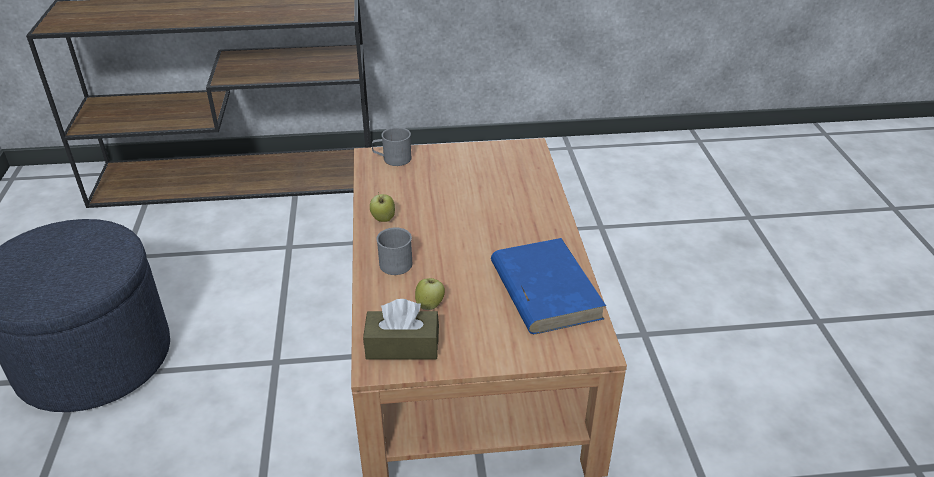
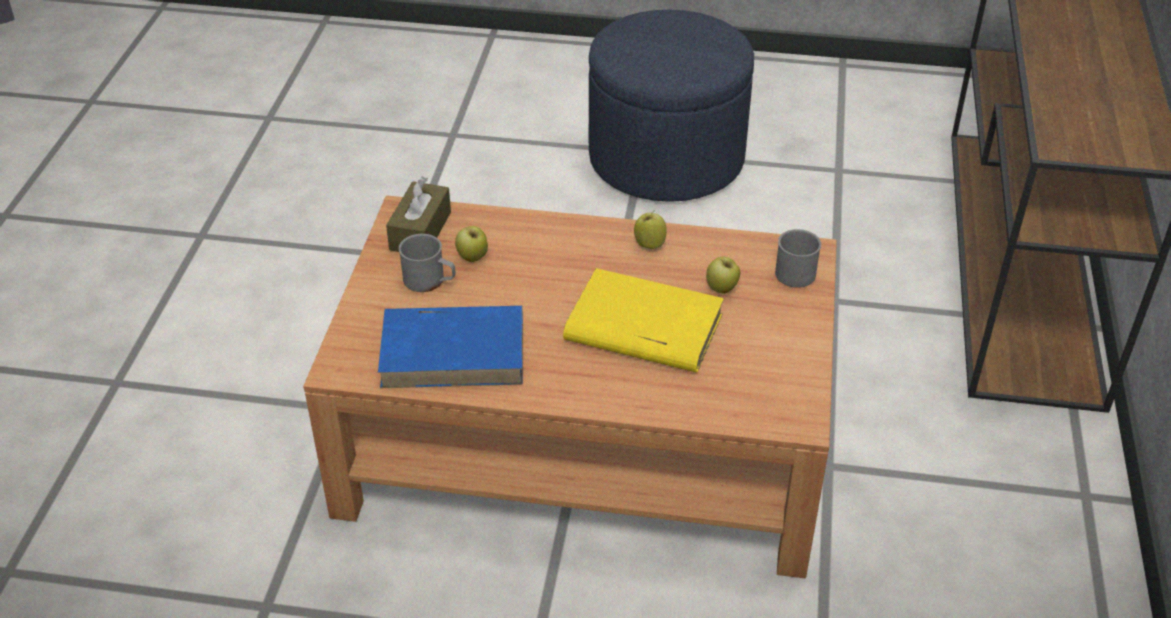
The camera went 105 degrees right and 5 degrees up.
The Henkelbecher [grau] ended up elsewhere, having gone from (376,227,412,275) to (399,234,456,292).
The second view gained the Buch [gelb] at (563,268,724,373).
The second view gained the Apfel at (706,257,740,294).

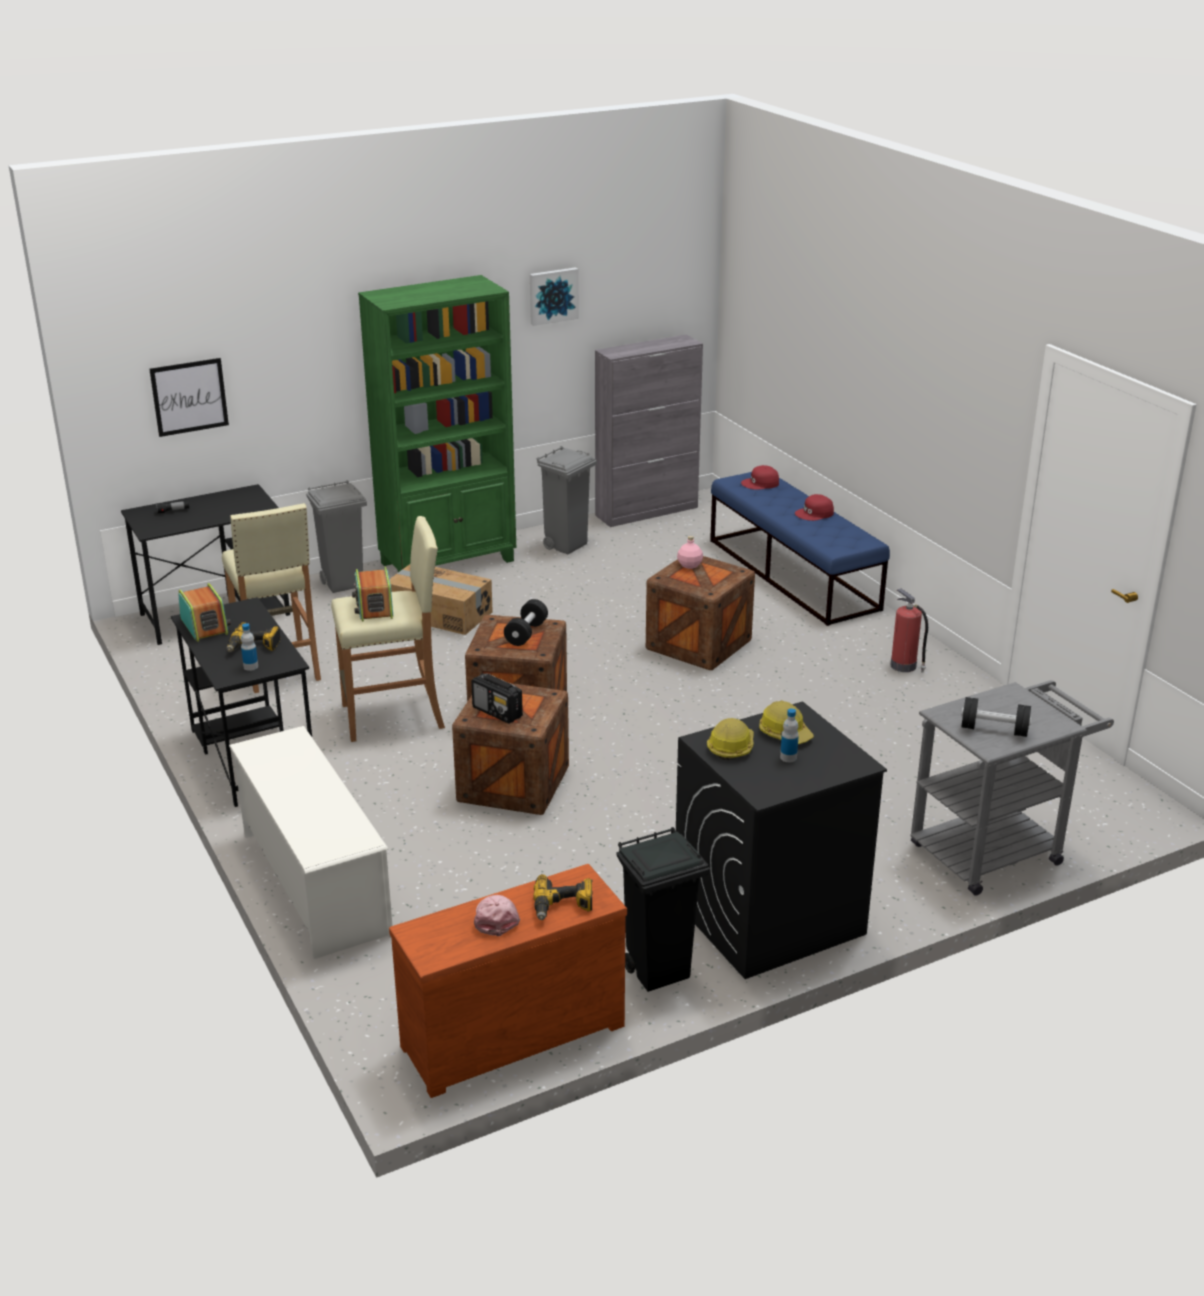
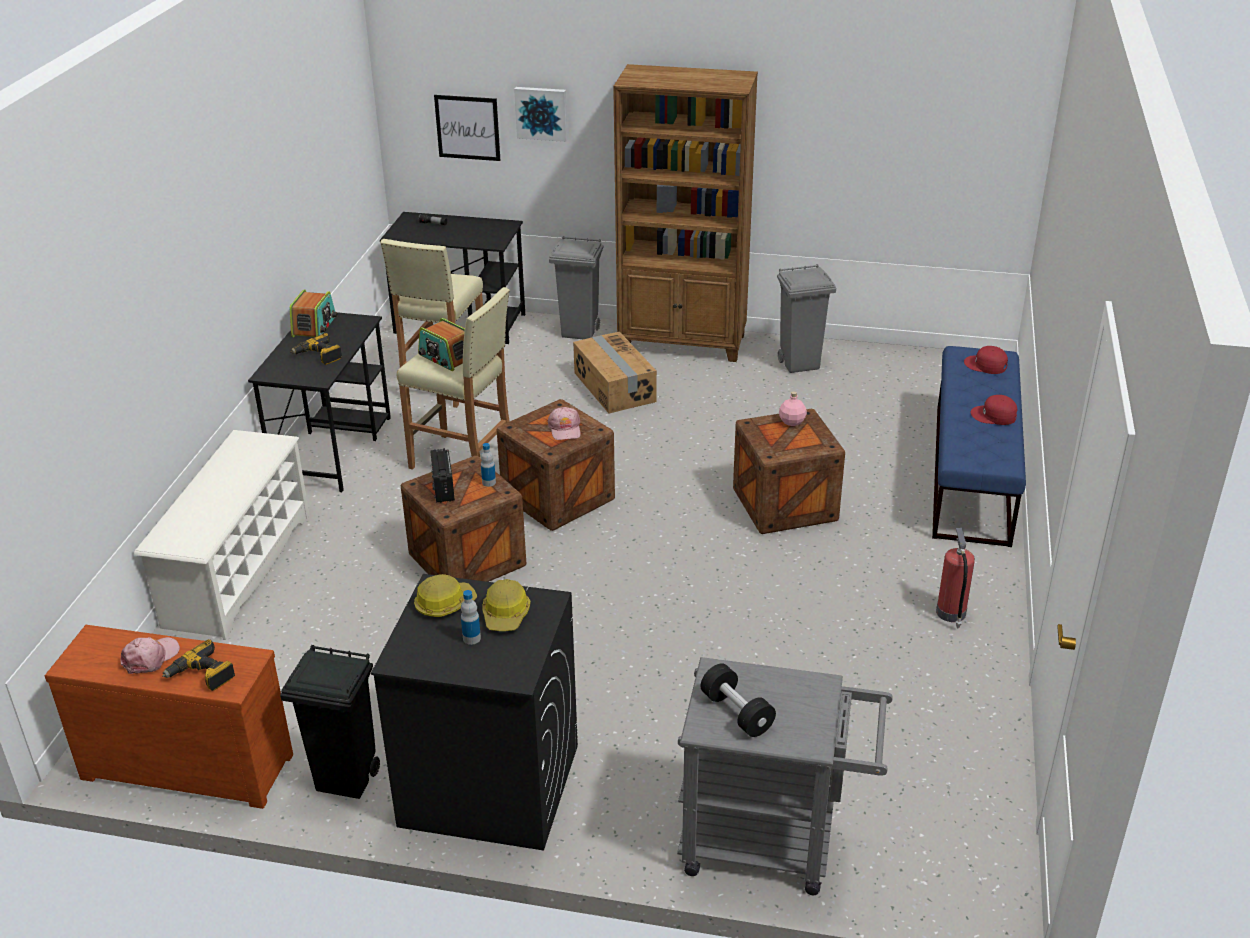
The camera went 40 degrees right and 5 degrees up.
The Flasche ended up elsewhere, having gone from (241,623,258,671) to (481,443,496,487).
The Radio at (352,567,393,622) ended up facing another way, 75 degrees counterclockwise from before.
What was the Bücherregal [grün] at (358,275,516,572) turned into the Bücherregal [braun] at (613,64,758,362).
Where the Hantel [schwarz] stood at (504,599,548,646), the Kappe [rosa] came to stand at (547,407,581,440).
The Bild ended up elsewhere, having gone from (530,267,579,326) to (514,87,568,142).
The second view lost the Schrank [grau] at (595,335,703,527).

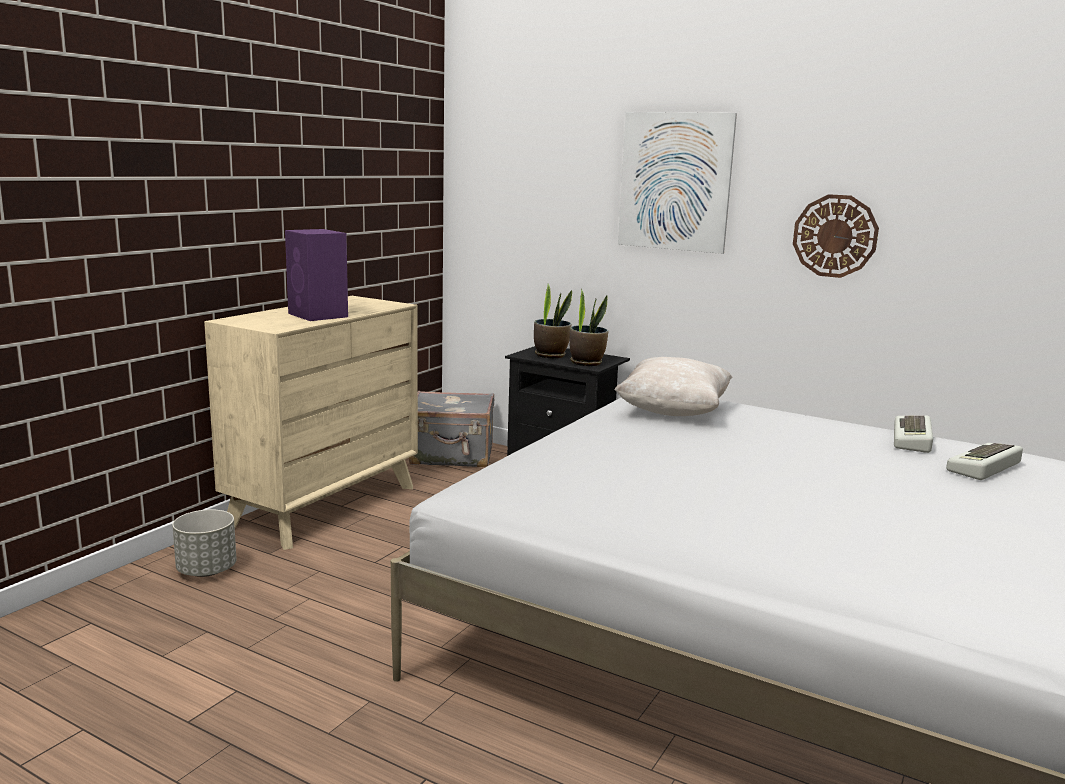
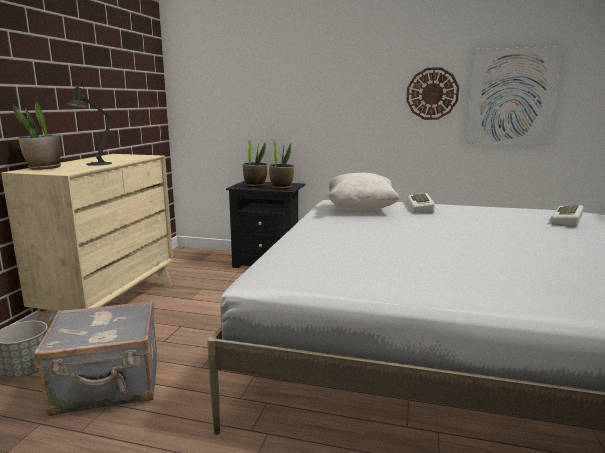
The camera went 15 degrees left and 0 degrees up.
Where the Lautsprecher [lila] stood at (285,229,348,321), the Tischlampe [schwarz] came to stand at (67,83,113,166).
The Koffer [grau] ended up elsewhere, having gone from (409,391,494,467) to (34,301,157,416).
The Bild ended up elsewhere, having gone from (618,112,737,254) to (466,47,563,145).
The Tastatur ended up elsewhere, having gone from (894,415,933,453) to (407,193,435,213).
The second view gained the Topfpflanze at (12,100,61,170).

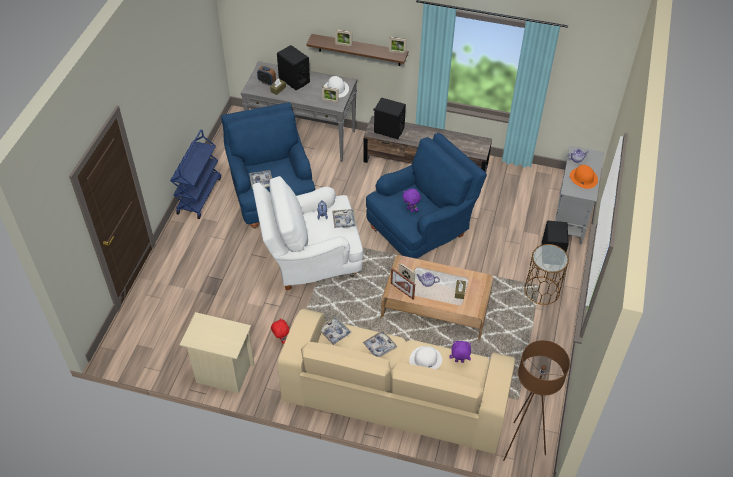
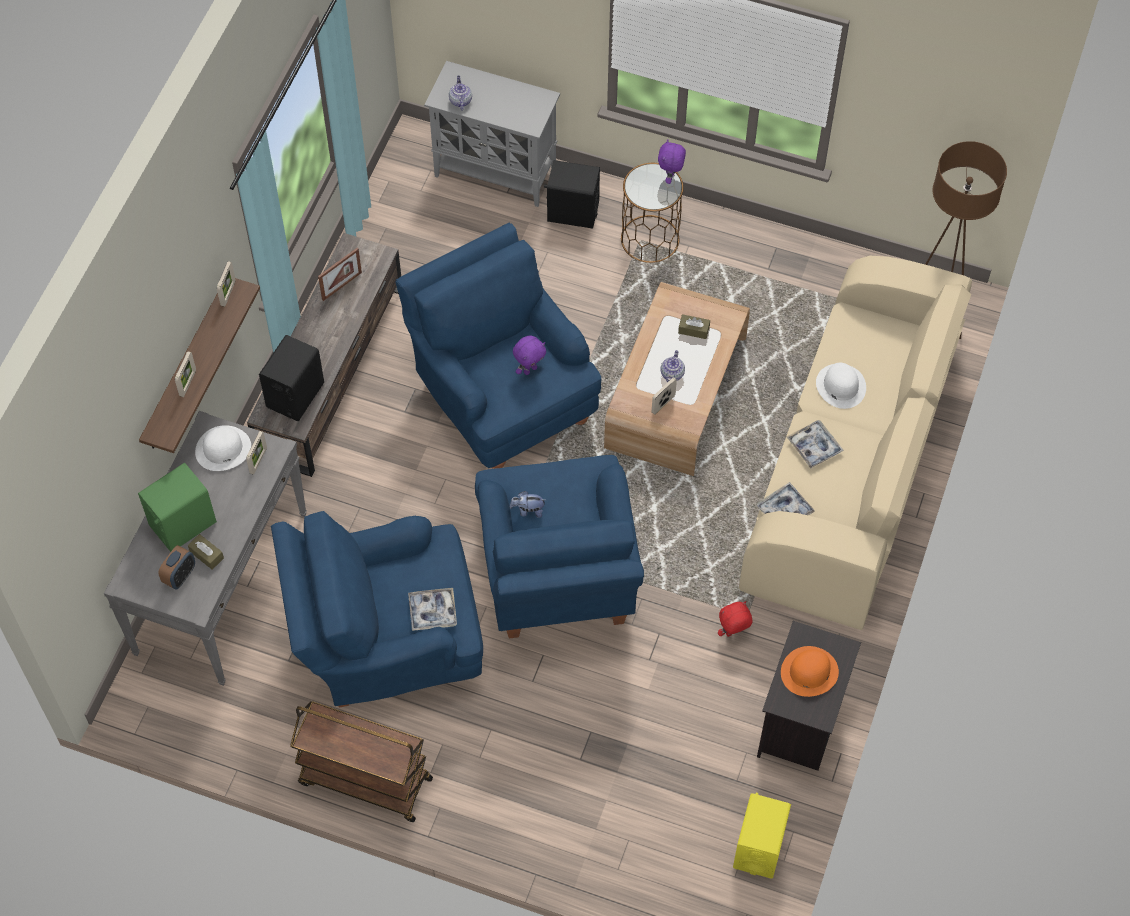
The camera went 85 degrees left and 10 degrees up.
What was the Rollwagen [blau] at (170,129,221,219) turned into the Rollwagen [braun] at (290,701,433,822).
What was the Nachttisch [beige] at (180,312,255,393) turned into the Nachttisch [schwarz] at (757,621,861,771).
What was the Sessel [weiß] at (252,176,363,290) turned into the Sessel [blau] at (475,455,644,639).
What was the Lautsprecher [schwarz] at (277,45,310,90) turned into the Lautsprecher [grün] at (138,463,217,552).
The second view lost the Tablett at (332,209,357,228).
The Bilderrahmen ended up elsewhere, having gone from (391,268,415,300) to (318,248,362,301).
The Plüschtier [lila] ended up elsewhere, having gone from (449,341,471,363) to (658,139,686,184).
The Hut [orange] ended up elsewhere, having gone from (570,165,598,189) to (781,646,839,697).
The second view gained the Lautsprecher [gelb] at (733,793,791,878).

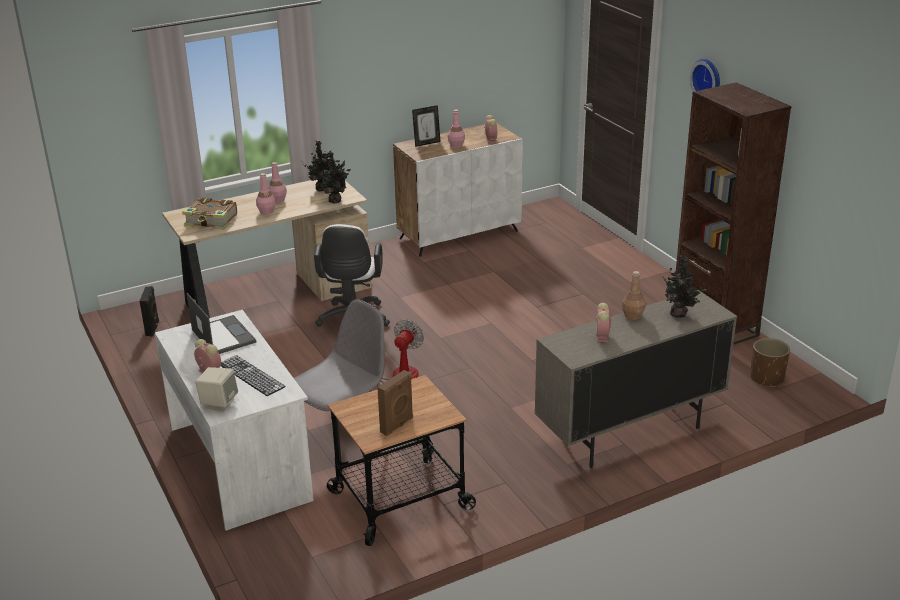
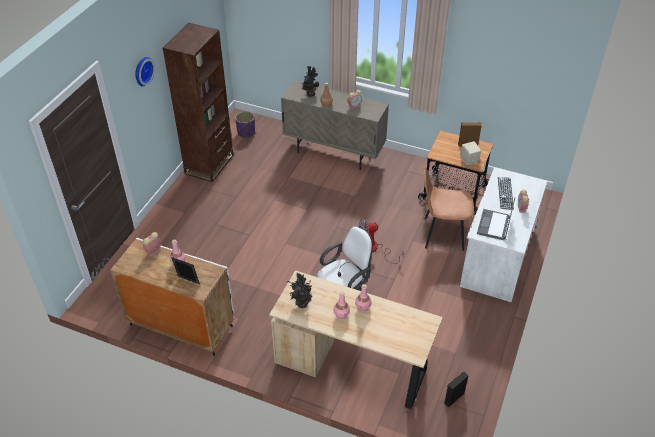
The camera went 130 degrees left and 15 degrees up.
The second view lost the Buch at (182,198,237,230).
The Lautsprecher [beige] ended up elsewhere, having gone from (195,367,238,413) to (460,141,481,165).
What was the Stuhl [grau] at (294,299,385,473) turned into the Stuhl [braun] at (424,166,474,251).
The second view lost the Topfpflanze at (317,152,351,203).
What was the Pflanzkübel [braun] at (750,338,790,387) turned into the Pflanzkübel [lila] at (235,111,255,138).

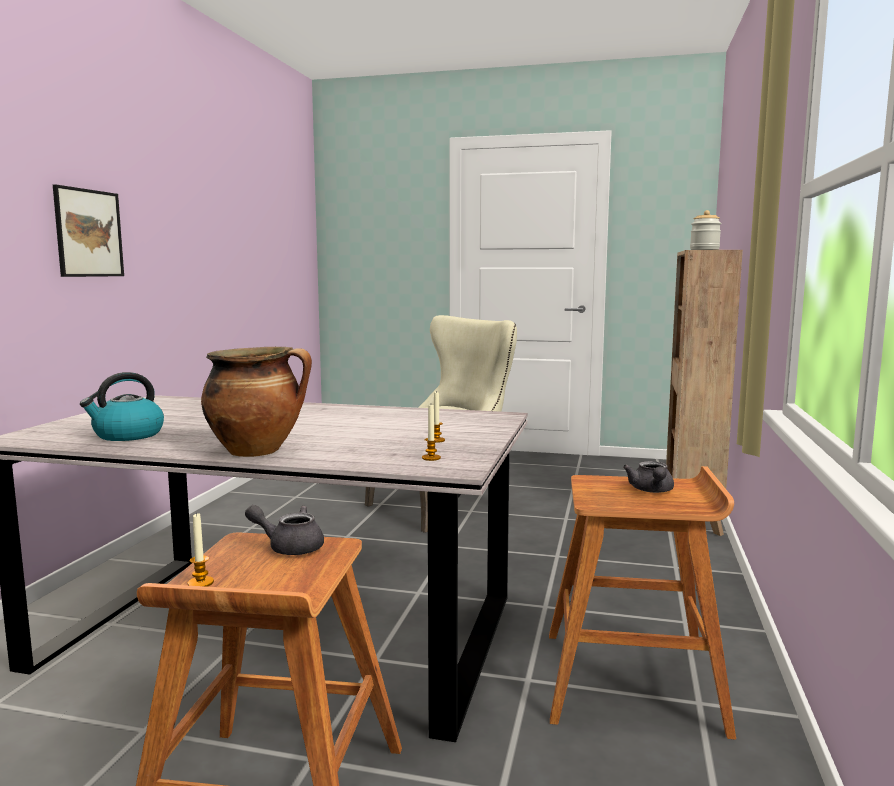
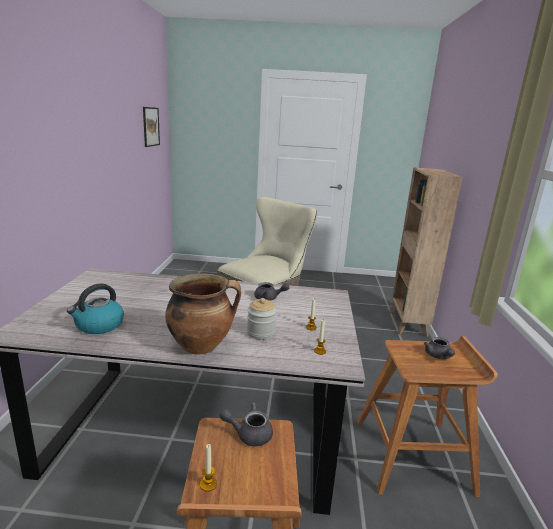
The camera went 10 degrees left and 10 degrees up.
The Bild ended up elsewhere, having gone from (53,185,124,277) to (143,107,160,147).
The Vorratsglas ended up elsewhere, having gone from (690,210,721,250) to (247,298,276,340).
The second view gained the Teekanne [grau] at (254,282,289,301).

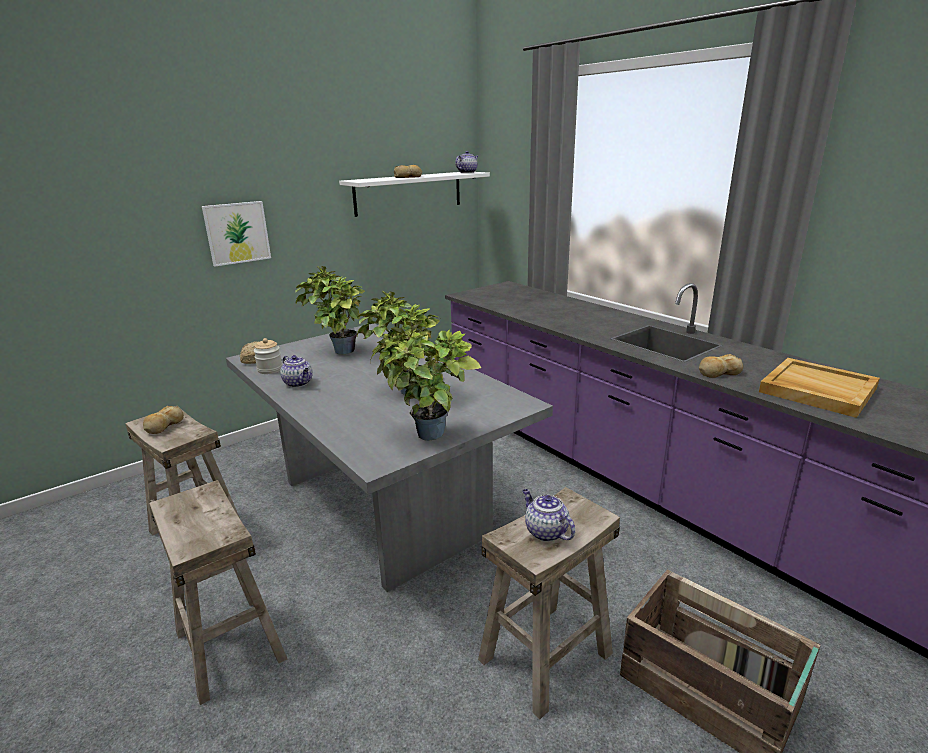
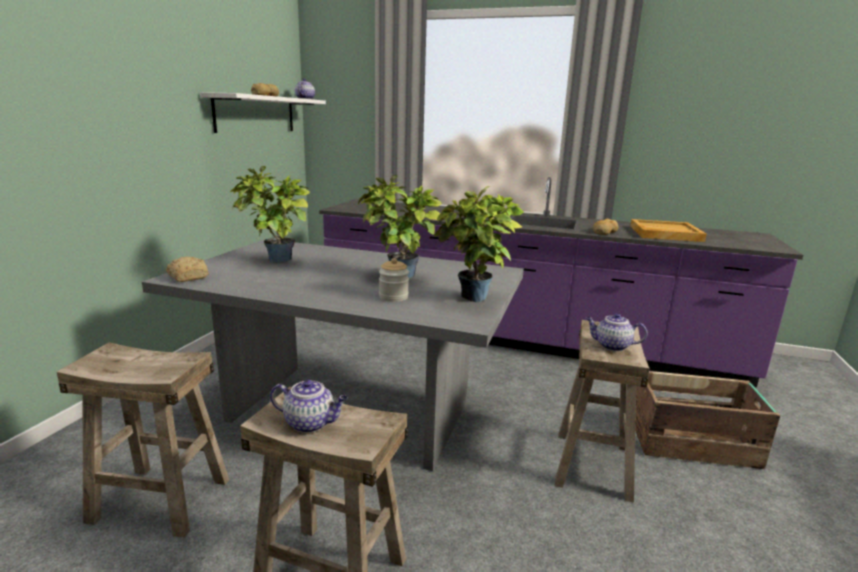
The camera went 35 degrees left and 5 degrees down.
The second view lost the Brot at (143,406,184,434).
The second view lost the Bild at (202,201,271,267).
The Vorratsglas ended up elsewhere, having gone from (254,338,282,374) to (379,258,409,302).
The Teekanne ended up elsewhere, having gone from (280,355,313,387) to (270,380,348,433).

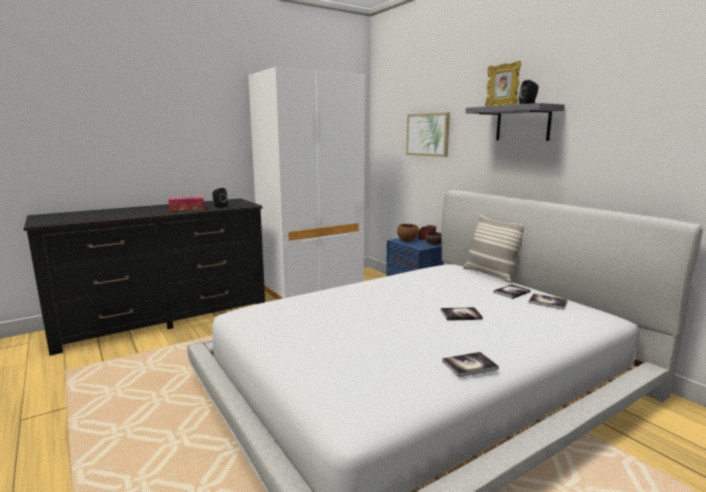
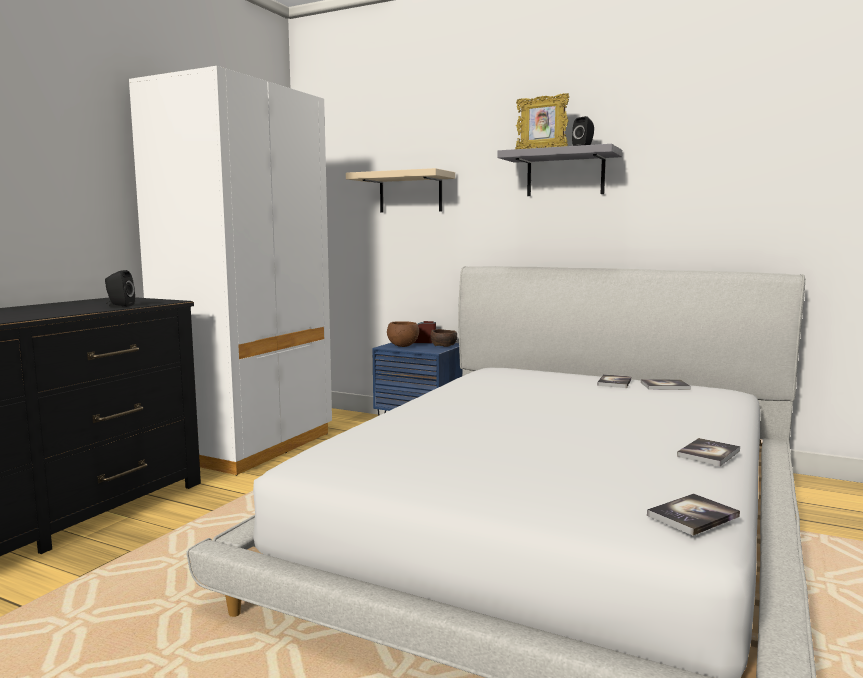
The camera went 30 degrees left and 5 degrees down.
The second view lost the Taschentuchbox at (168,196,204,211).
Where the Bild hung at (406,112,450,157), the Wandregal [beige] came to hang at (346,168,455,212).
The Buch ended up elsewhere, having gone from (441,307,483,321) to (647,493,740,536).
The second view lost the Kissen at (463,215,525,282).

